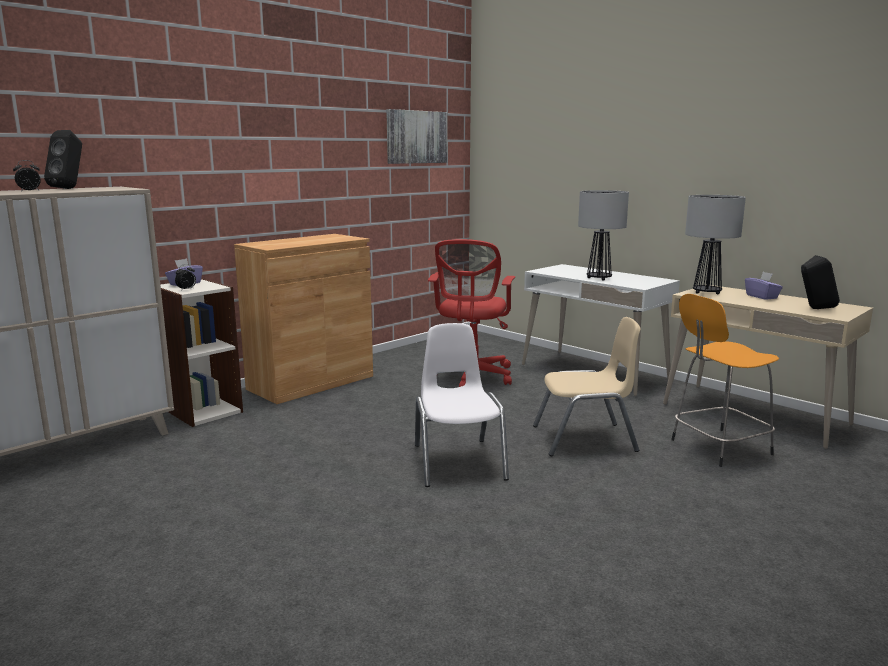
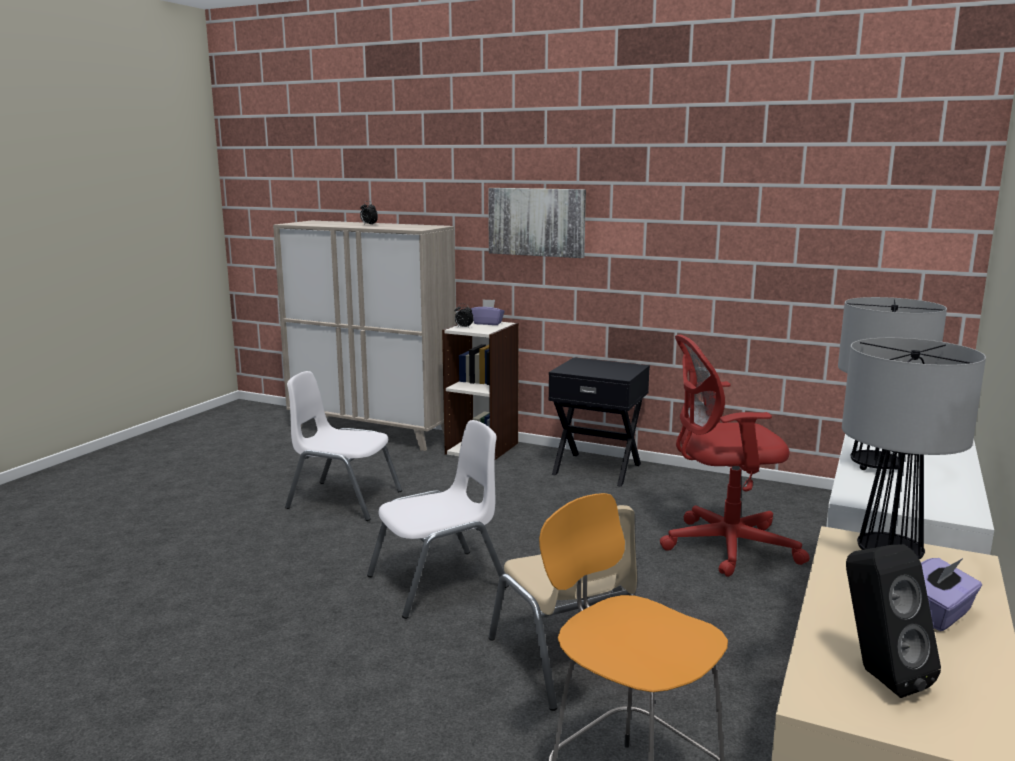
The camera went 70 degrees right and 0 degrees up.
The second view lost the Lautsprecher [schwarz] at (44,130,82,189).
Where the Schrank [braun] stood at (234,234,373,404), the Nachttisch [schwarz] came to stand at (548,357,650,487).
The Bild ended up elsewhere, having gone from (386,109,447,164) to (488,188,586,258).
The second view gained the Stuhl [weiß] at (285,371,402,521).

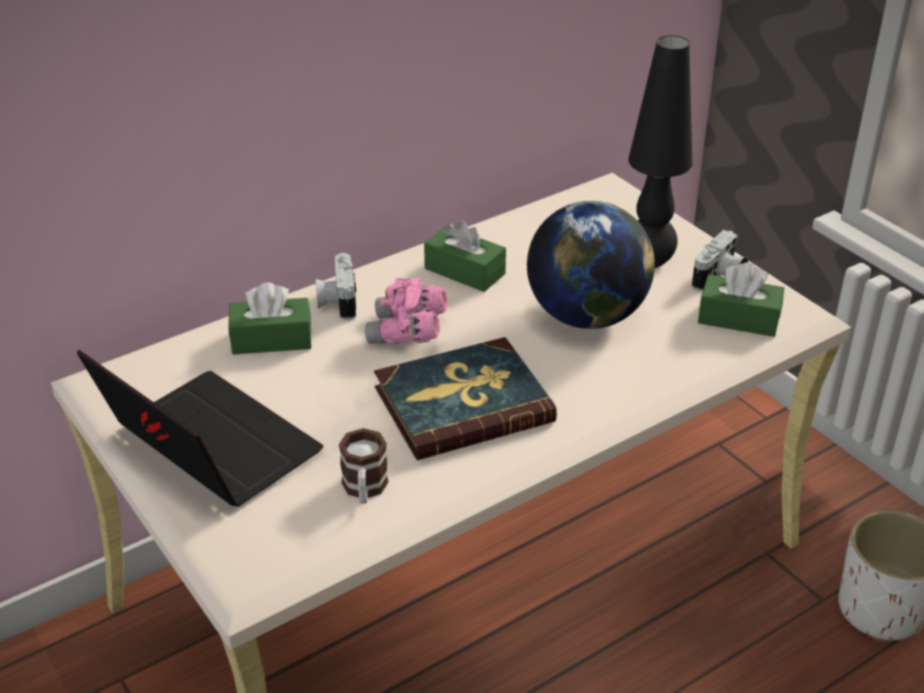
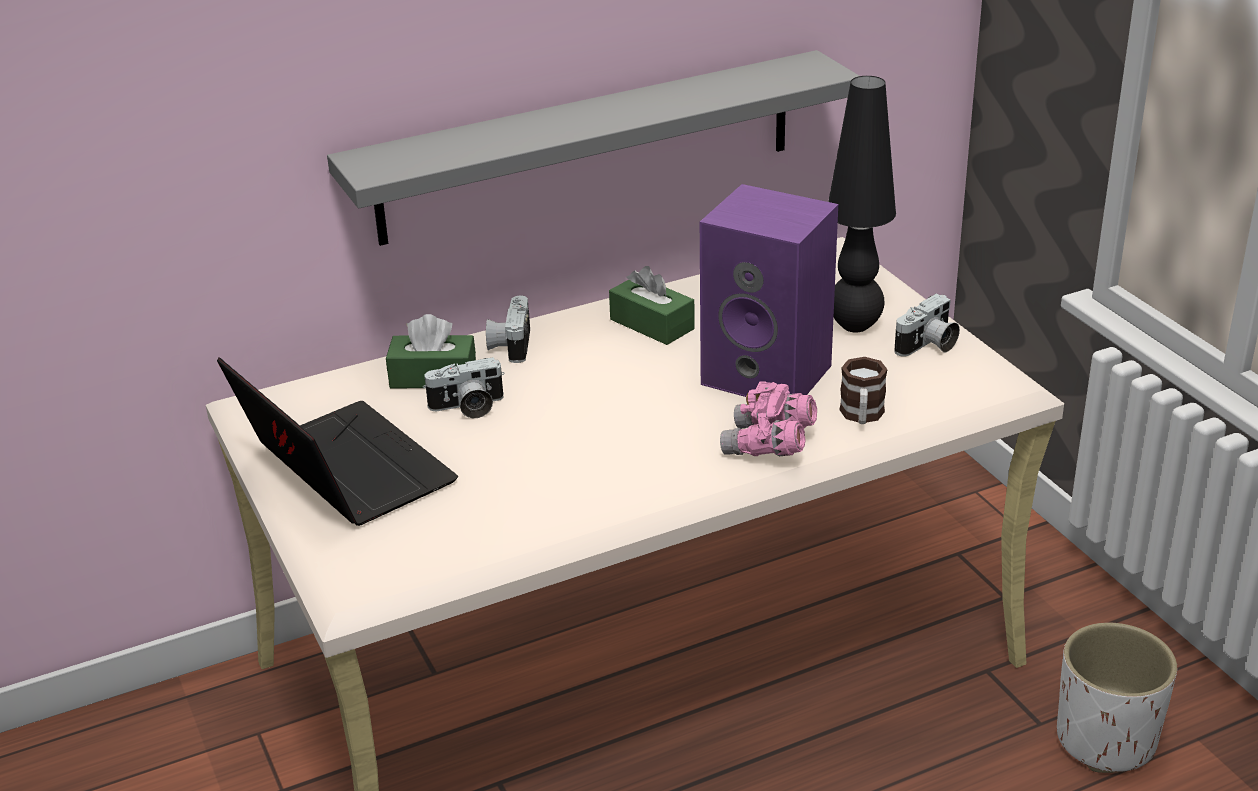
The camera went 10 degrees right and 5 degrees down.
The Henkelbecher ended up elsewhere, having gone from (339,428,388,504) to (839,357,888,424).
The Fernglas [rosa] ended up elsewhere, having gone from (365,278,448,344) to (720,382,817,456).
The second view lost the Buch at (374,337,557,460).
Where the Globus stood at (527,201,655,329), the Lautsprecher [lila] came to stand at (700,184,838,397).
The second view lost the Taschentuchbox [grün] at (698,263,784,337).
The second view gained the Wandregal [grau] at (327,50,859,246).
The second view gained the Kamera at (423,357,504,418).

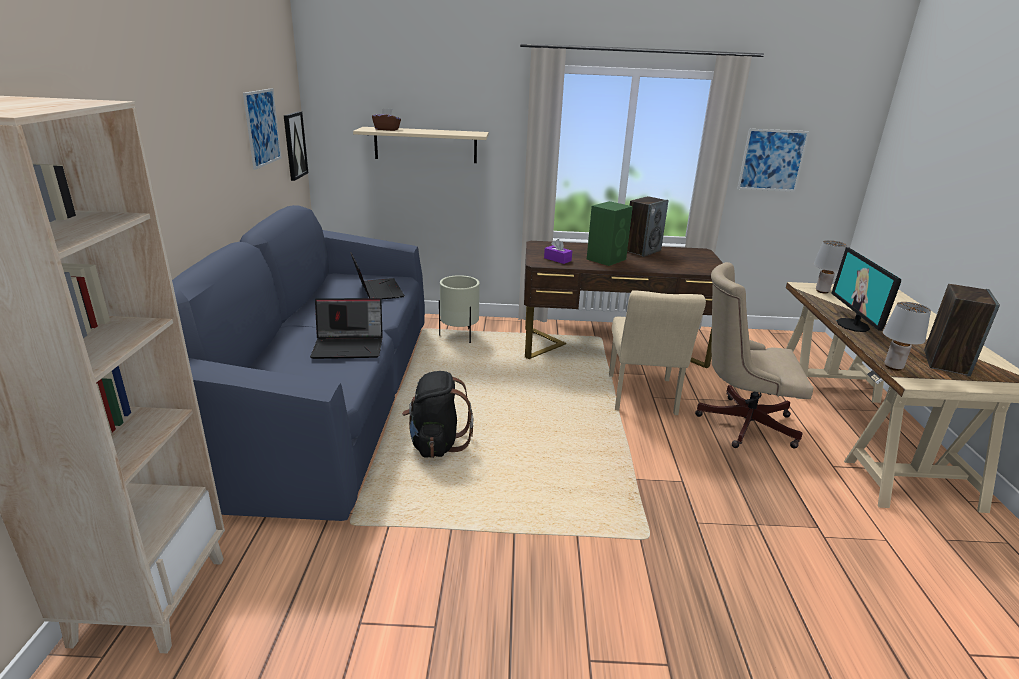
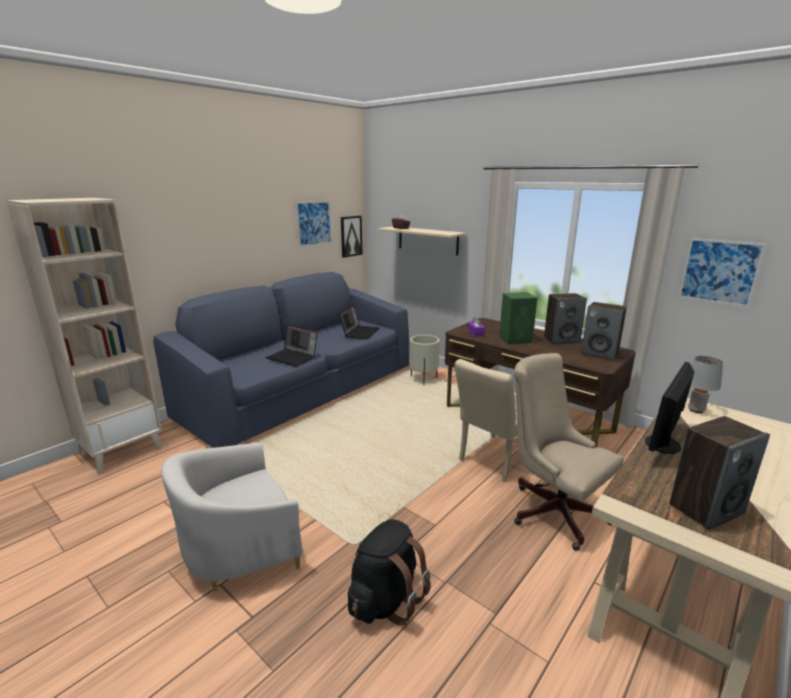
The camera went 40 degrees right and 5 degrees down.
The Rucksack [schwarz] ended up elsewhere, having gone from (402,371,473,458) to (348,519,431,626).
The second view lost the Tischlampe [grau] at (883,302,931,371).
The second view gained the Sessel [weiß] at (161,443,303,591).
The second view gained the Lautsprecher at (581,302,627,360).

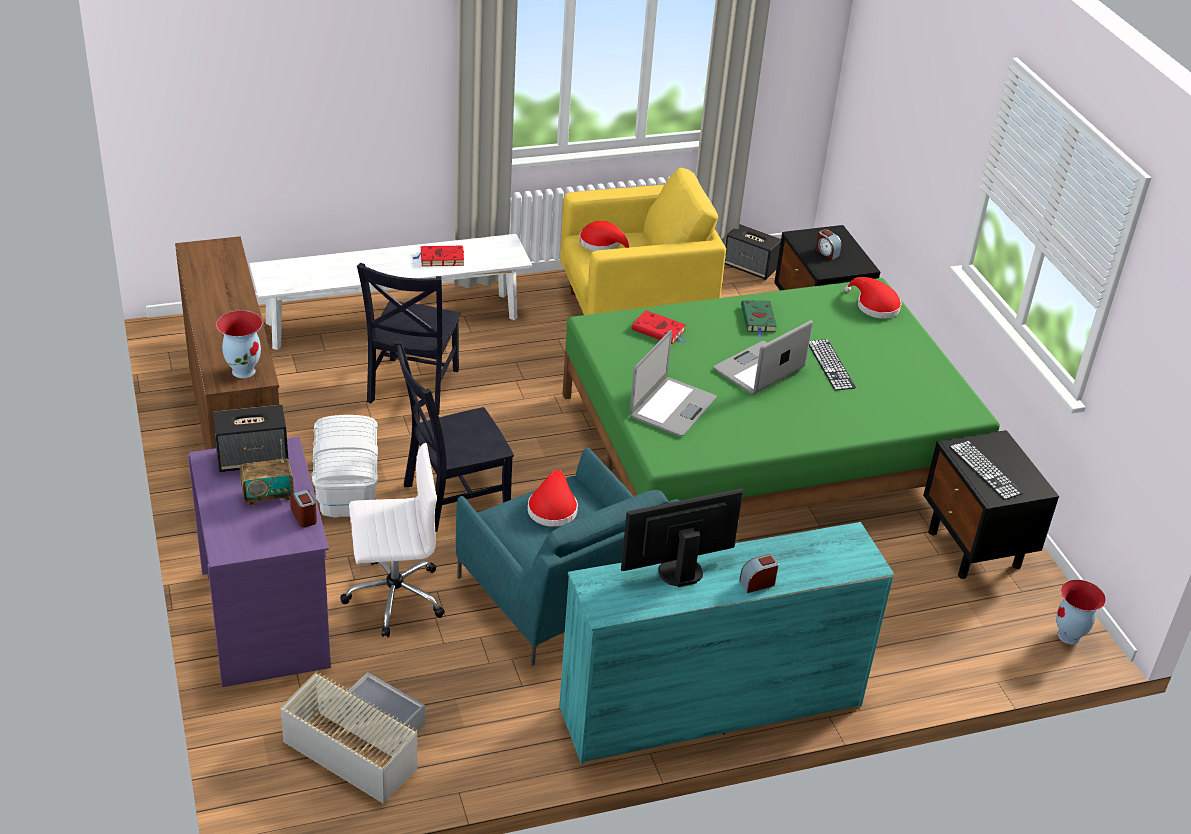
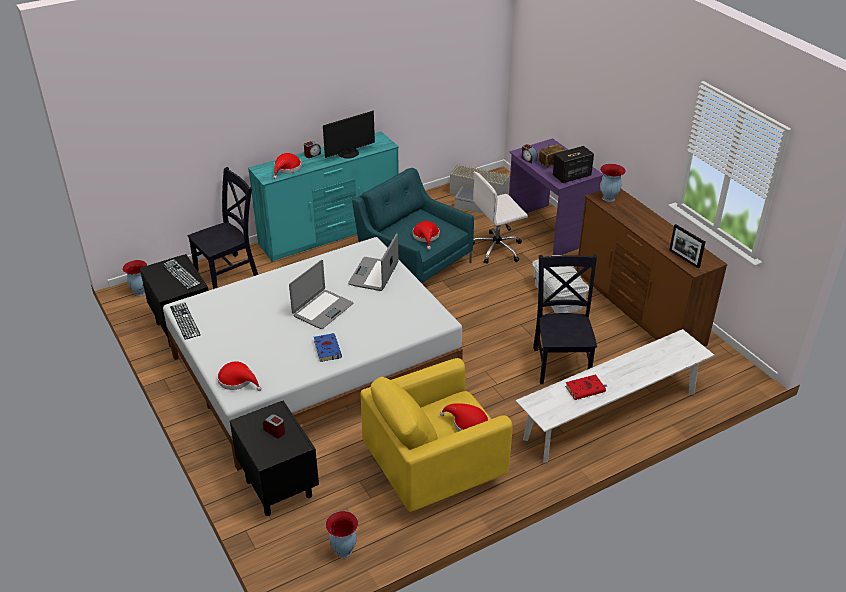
The camera went 170 degrees right and 0 degrees up.
The Stuhl [schwarz] ended up elsewhere, having gone from (393,340,514,532) to (187,167,258,289).
What was the Bett [grün] at (562,278,1000,517) turned into the Bett [weiß] at (163,237,463,471).
The second view lost the Buch [rot] at (632,310,687,344).
Where the Lautsprecher stood at (725,224,781,280), the Vase came to stand at (325,511,358,558).
What was the Buch [grün] at (741,300,777,338) turned into the Buch [blau] at (314,333,342,362).
The Tastatur ended up elsewhere, having gone from (809,339,856,391) to (170,302,200,340).
The second view gained the Hut [rot] at (273,153,302,179).
The second view gained the Bilderrahmen at (669,224,705,268).

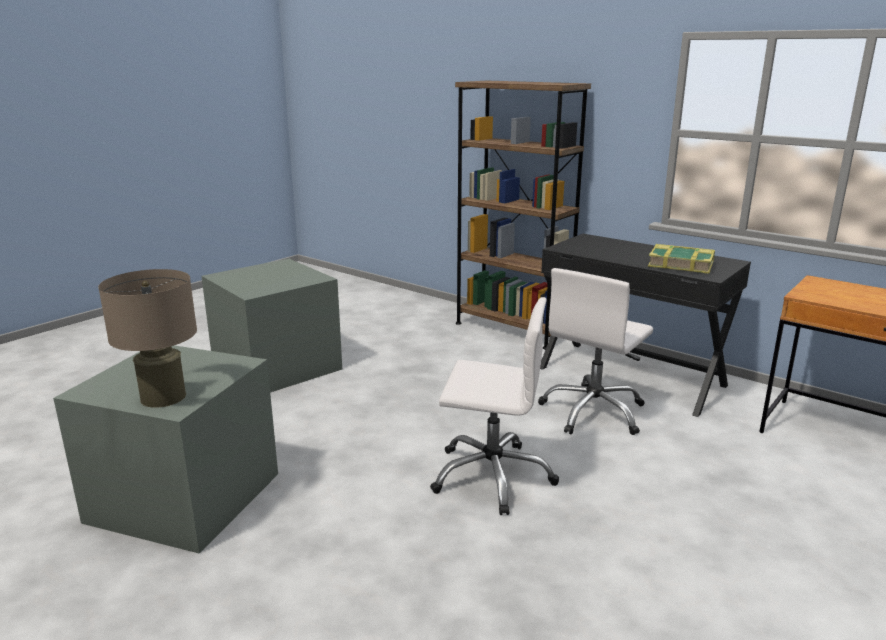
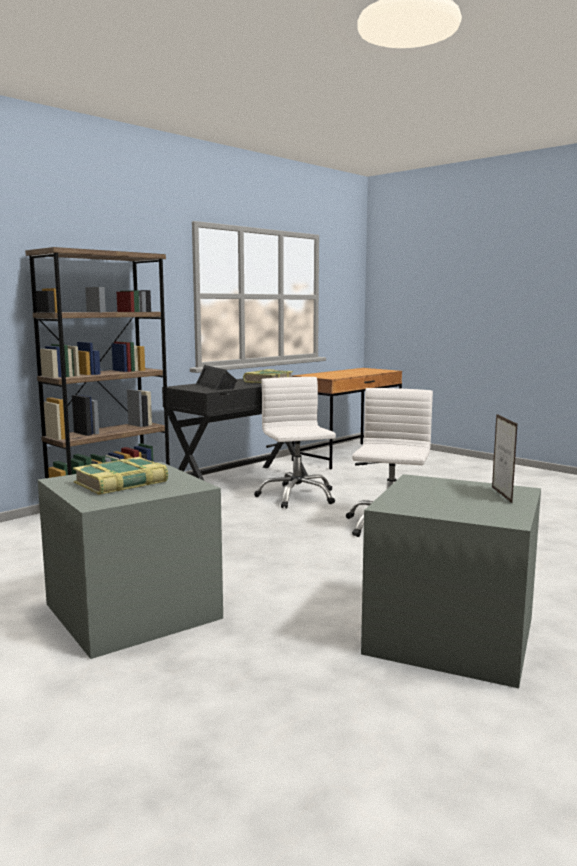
The camera went 85 degrees left and 10 degrees down.
Where the Tischlampe [beige] stood at (98,269,197,408), the Bilderrahmen came to stand at (492,414,518,503).
The Bürostuhl [weiß] at (538,268,653,435) ended up facing another way, 150 degrees counterclockwise from before.
The second view gained the Buch at (73,457,168,495).
The second view gained the Lautsprecher [schwarz] at (196,365,237,390).

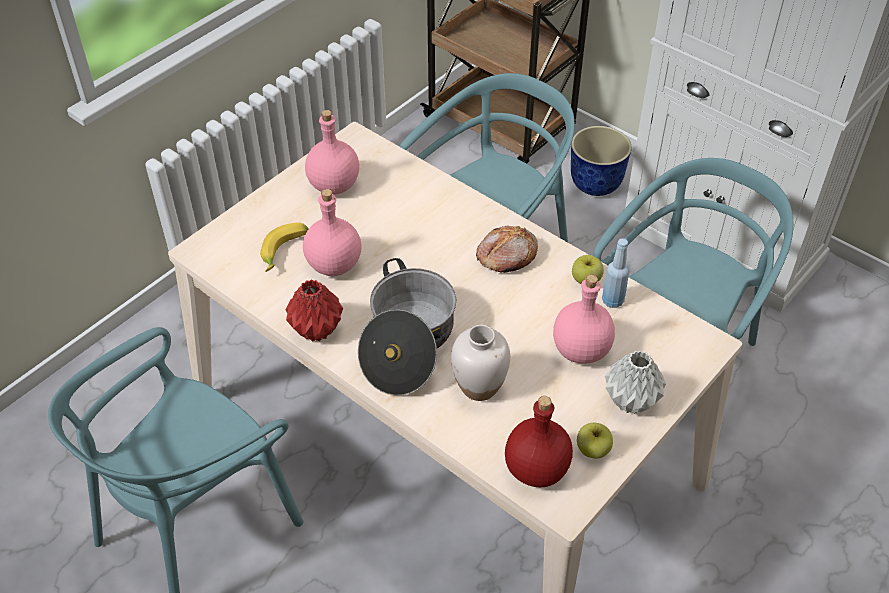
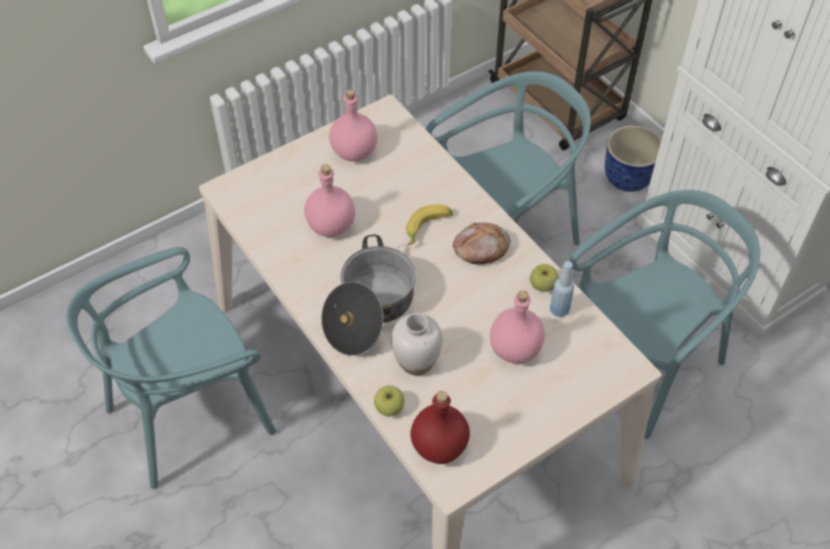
The camera went 15 degrees right and 5 degrees up.
The Banane ended up elsewhere, having gone from (260,222,308,272) to (406,204,453,245).
The second view lost the Vase [rot] at (285,279,343,342).
The Apfel ended up elsewhere, having gone from (577,423,613,459) to (374,386,405,417).
The second view lost the Vase [grau] at (605,350,666,414).

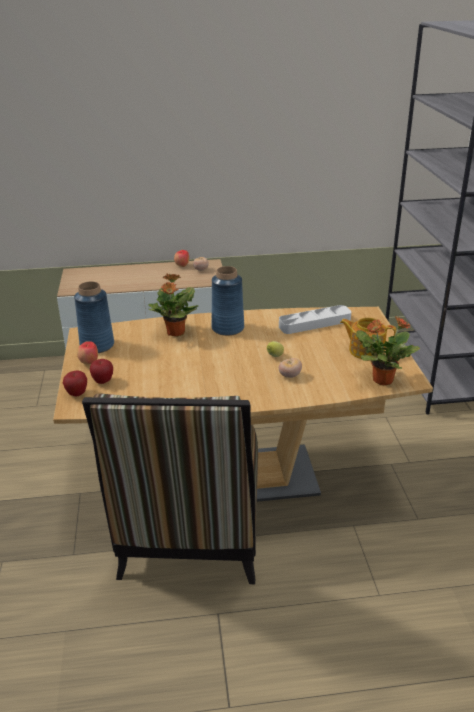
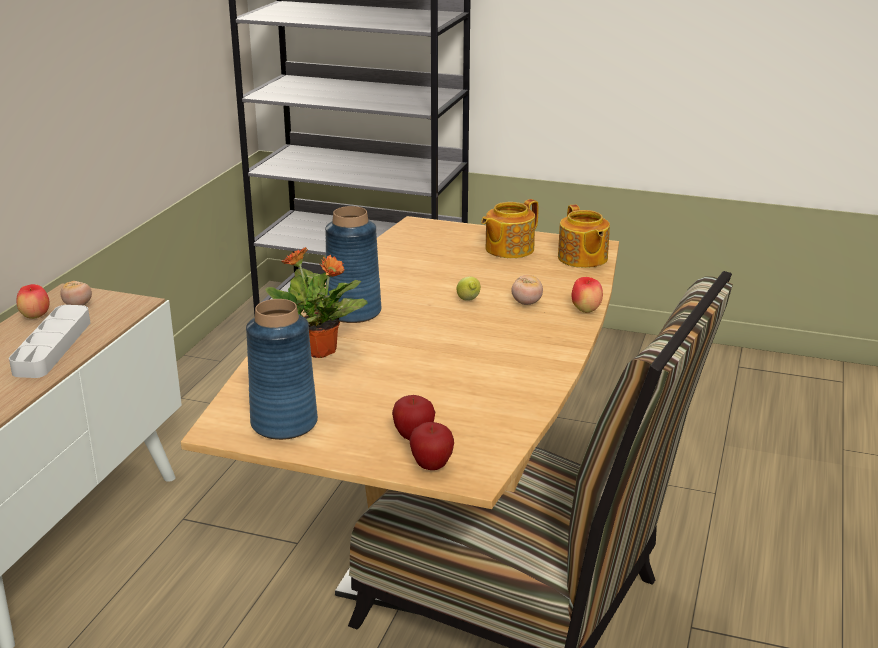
The camera went 65 degrees left and 5 degrees down.
The Apfel ended up elsewhere, having gone from (77,341,98,364) to (572,277,603,313).
The Tablett [grau] ended up elsewhere, having gone from (279,305,351,334) to (9,305,90,378).
Where the Topfpflanze stood at (356,316,420,385), the Teekanne came to stand at (558,205,610,268).

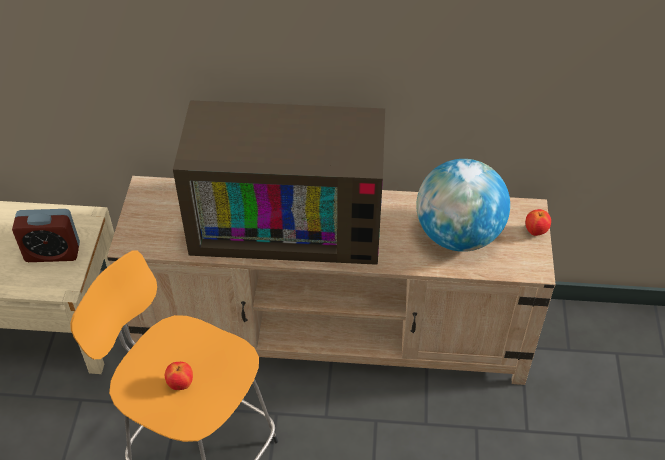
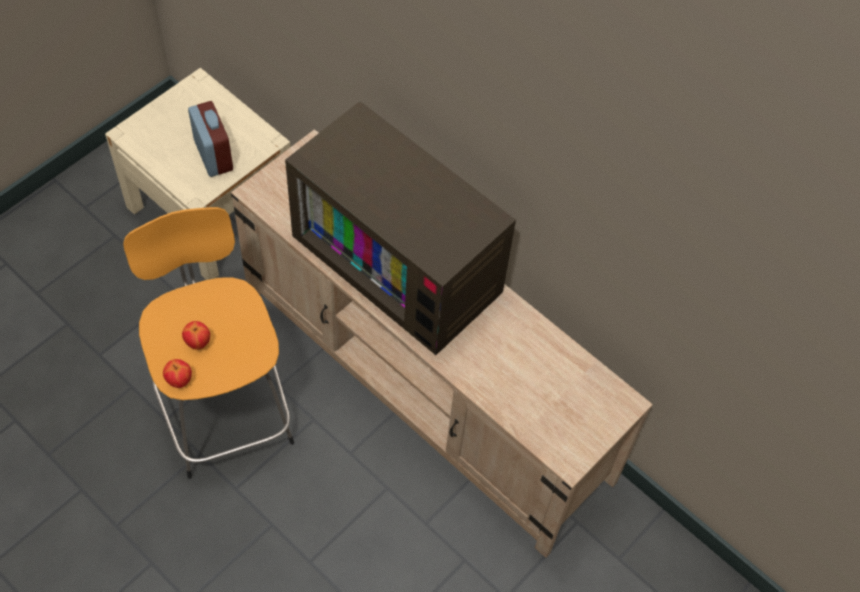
The camera went 35 degrees right and 10 degrees up.
The Wecker at (12,209,80,262) ended up facing another way, 150 degrees counterclockwise from before.
The second view lost the Globus at (416,159,510,252).
The Apfel ended up elsewhere, having gone from (525,209,551,236) to (163,359,192,388).

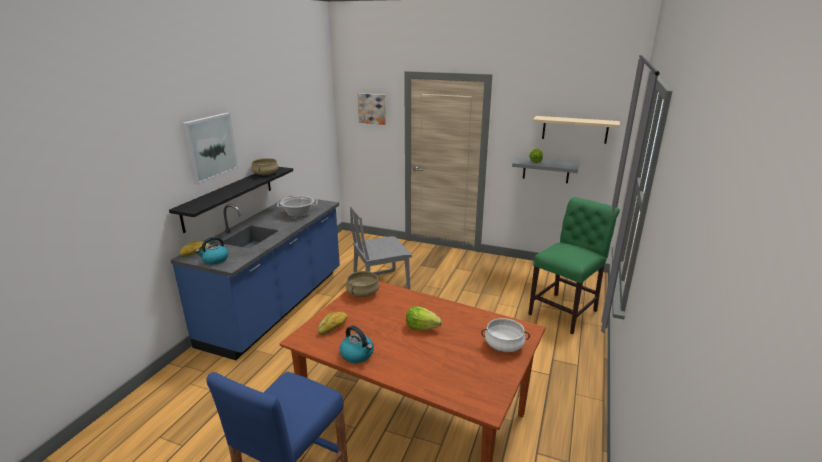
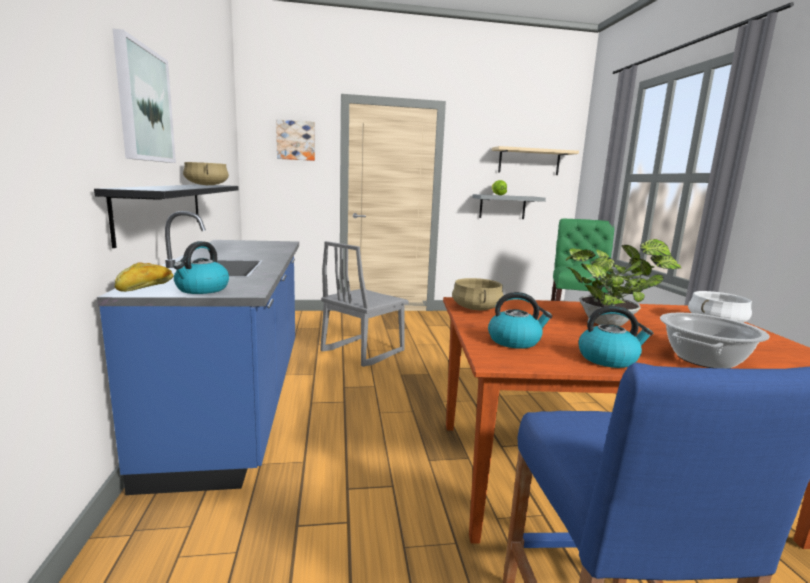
The camera went 30 degrees left and 10 degrees down.
The Kochtopf ended up elsewhere, having gone from (277,196,318,217) to (660,313,770,368).
Where the Brot stood at (318,312,348,335), the Wasserkessel came to stand at (488,292,553,349).
Where the Salatkopf stood at (406,306,442,330), the Topfpflanze came to stand at (566,239,682,326).

